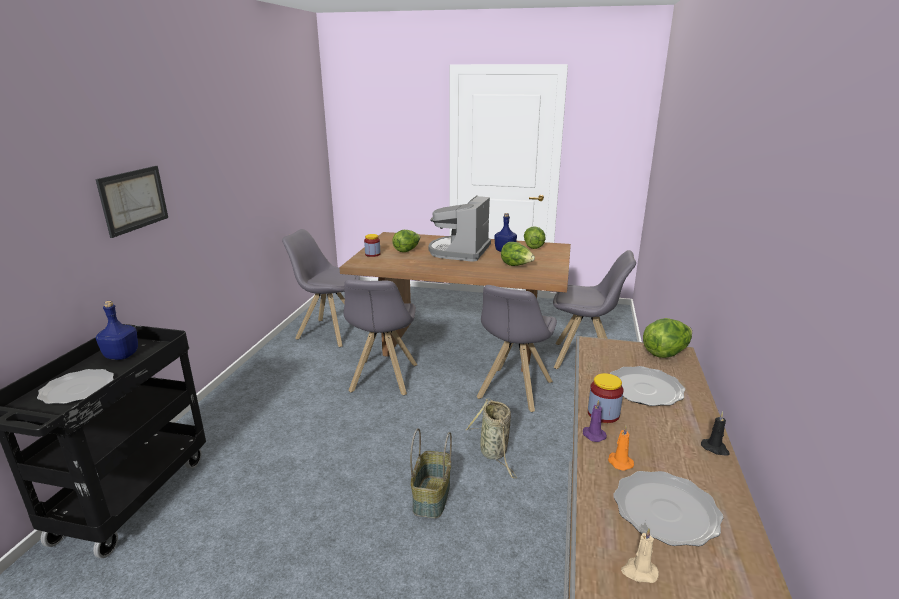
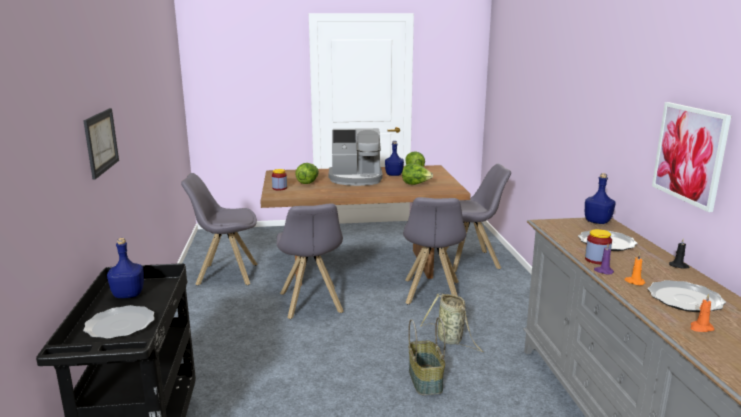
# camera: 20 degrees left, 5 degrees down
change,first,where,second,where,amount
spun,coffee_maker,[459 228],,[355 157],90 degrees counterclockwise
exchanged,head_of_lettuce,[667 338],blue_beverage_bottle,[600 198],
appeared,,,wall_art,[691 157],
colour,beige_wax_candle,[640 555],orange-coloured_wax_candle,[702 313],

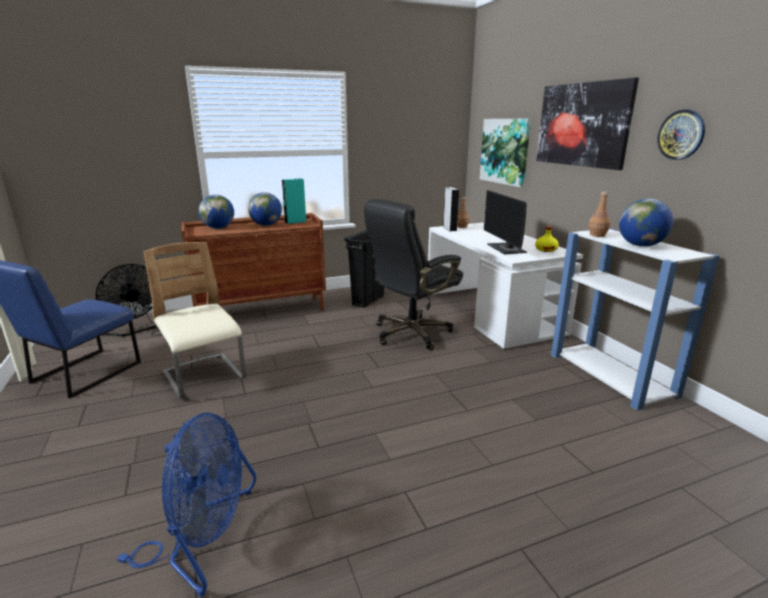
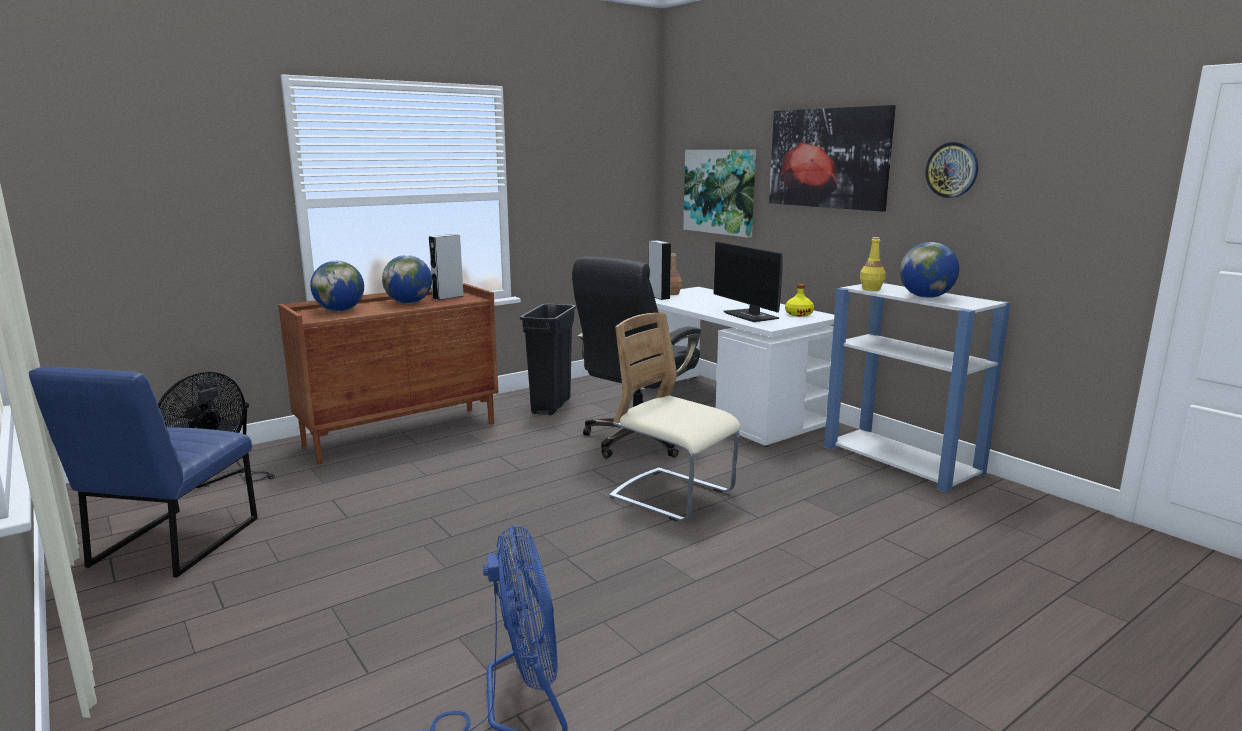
# camera: 15 degrees left, 5 degrees down
change,first,where,second,where,amount
colour,turquoise-coloured_audio_speaker,[294 201],gray_audio_speaker,[446 267],
relocated,beige_chair,[194 320],,[675 417],
colour,brown-coloured_beverage_bottle,[599 214],yellowish_beverage_bottle,[873 264],

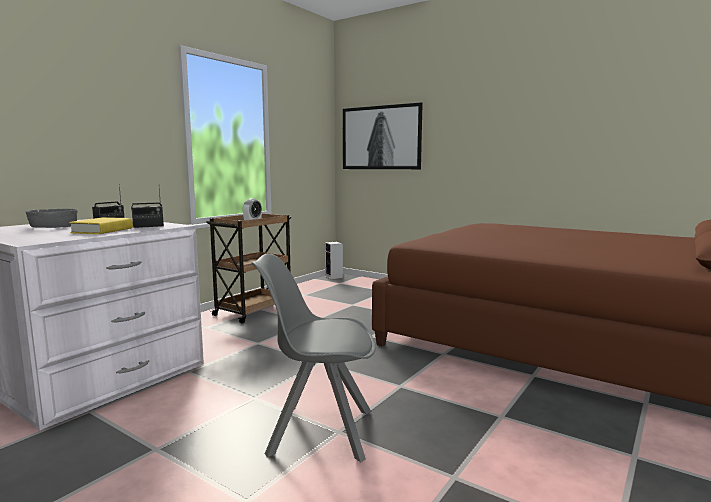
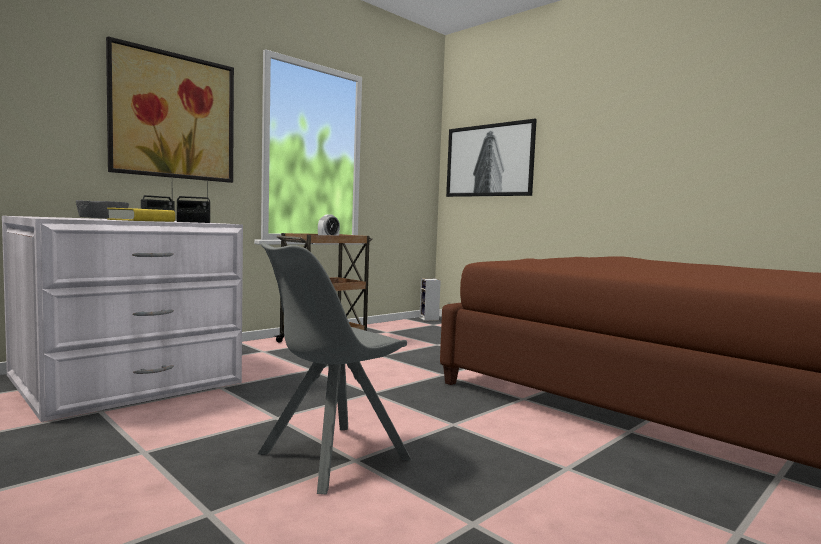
# camera: 10 degrees right, 5 degrees down
change,first,where,second,where,amount
appeared,,,wall_art,[170 109],
spun,gray_chair,[313 357],,[334 368],60 degrees counterclockwise

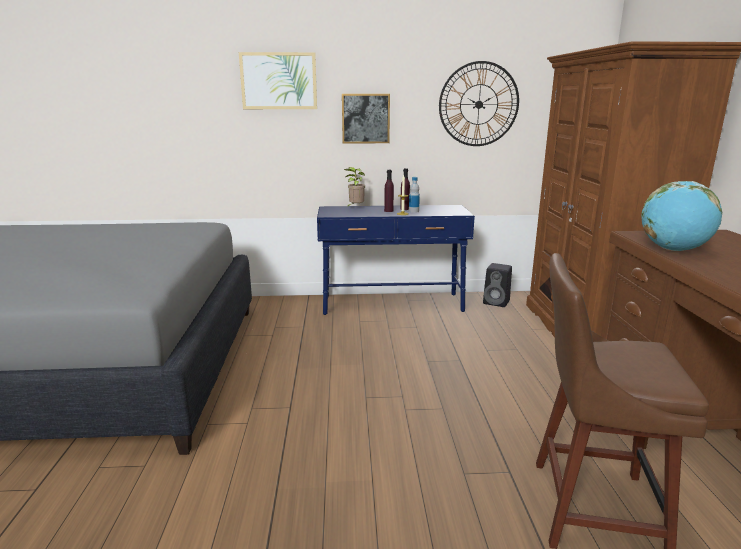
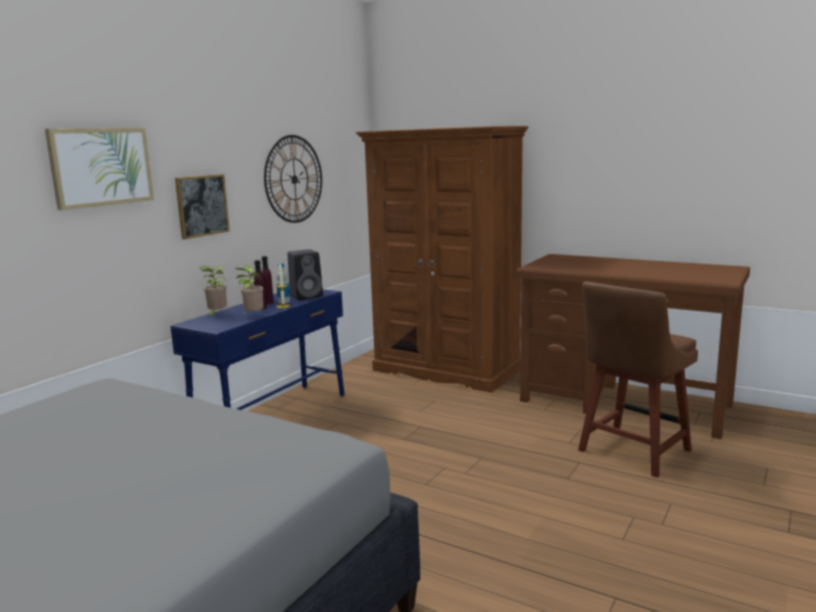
# camera: 55 degrees left, 5 degrees down
change,first,where,second,where,amount
appeared,,,plant_in_a_pot,[249 290],
relocated,blackish_audio_speaker,[497 285],,[305 274],
missing,world_globe,[681 216],,,

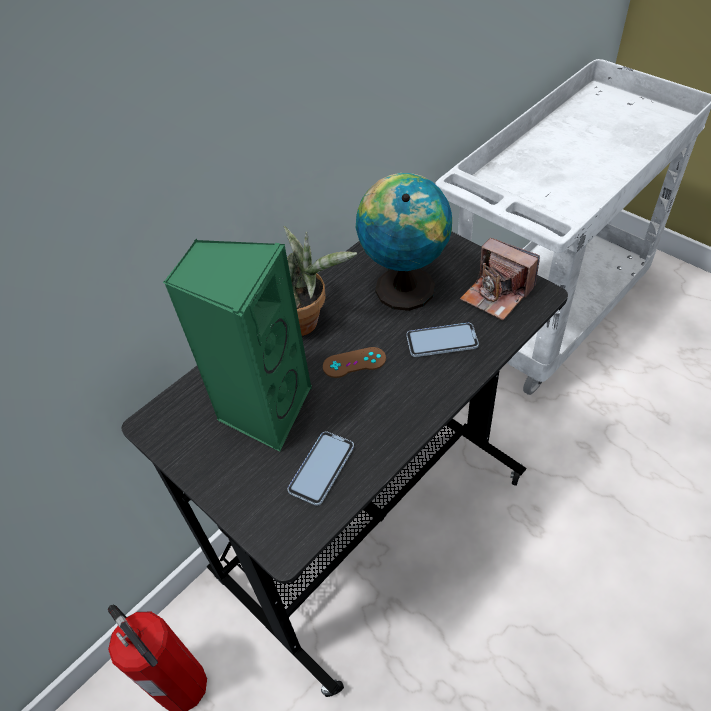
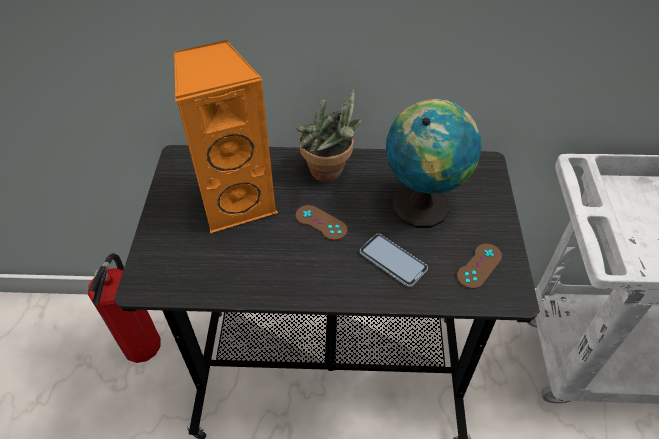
# camera: 45 degrees right, 0 degrees up
change,first,where,second,where,amount
colour,green_audio_speaker,[237 345],orange-coloured_audio_speaker,[226 136],
exchanged,photo_camera,[500 279],brown-coloured_game_controller,[479 266],
missing,handset,[321 469],,,

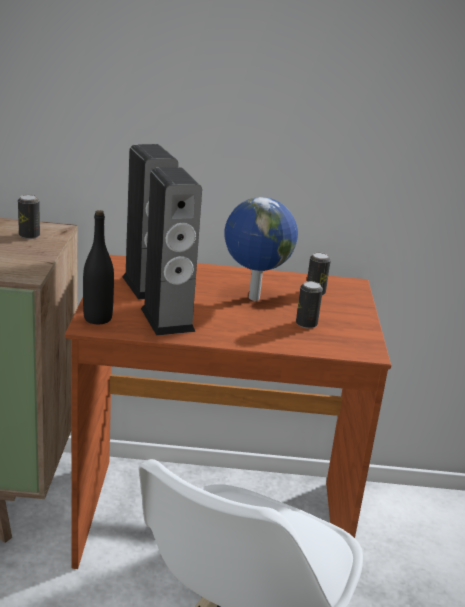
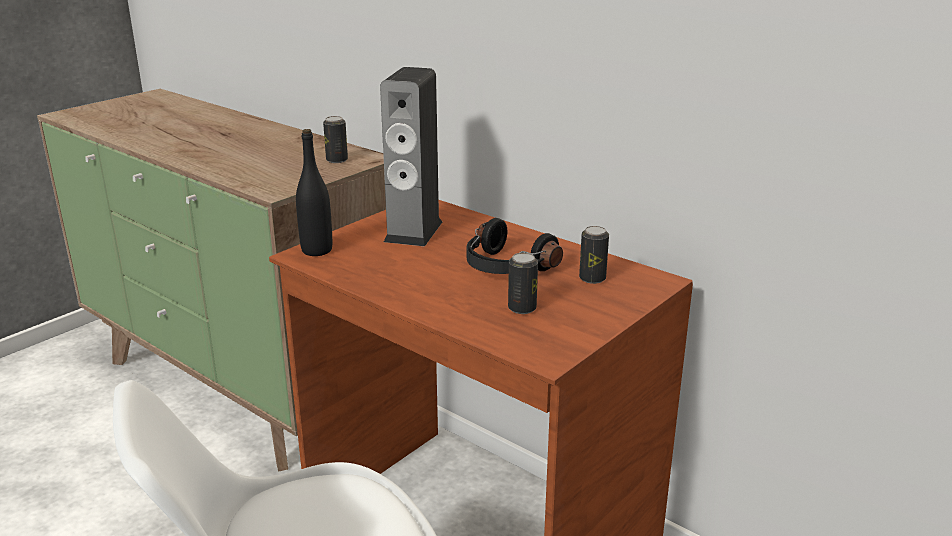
# camera: 40 degrees right, 0 degrees up
change,first,where,second,where,amount
exchanged,world_globe,[261 249],blackish_headphones,[515 246],
missing,audio_speaker,[171 251],,,

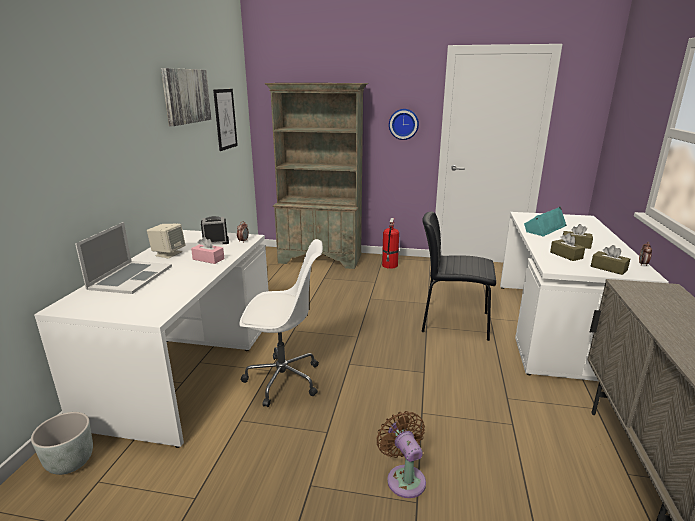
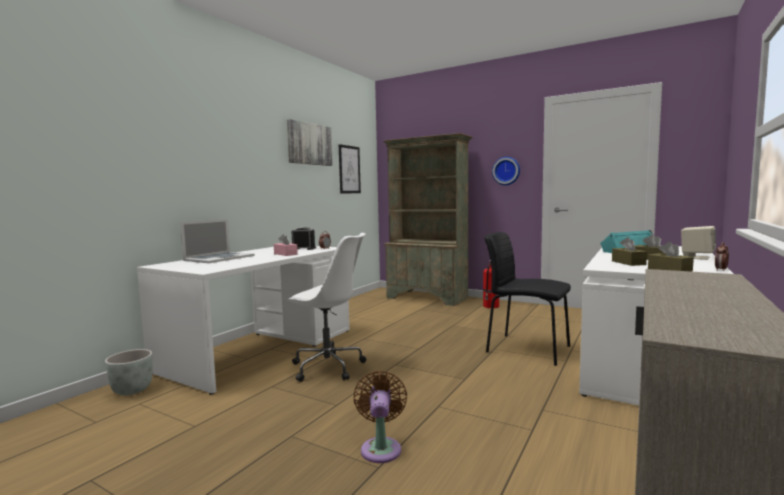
# camera: 20 degrees right, 15 degrees down
change,first,where,second,where,amount
relocated,beige_audio_speaker,[166 241],,[698 243],

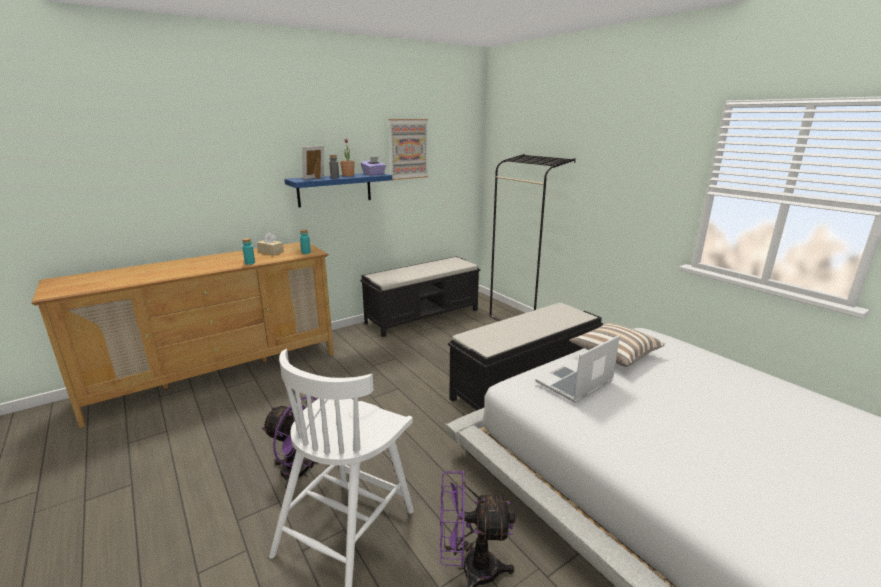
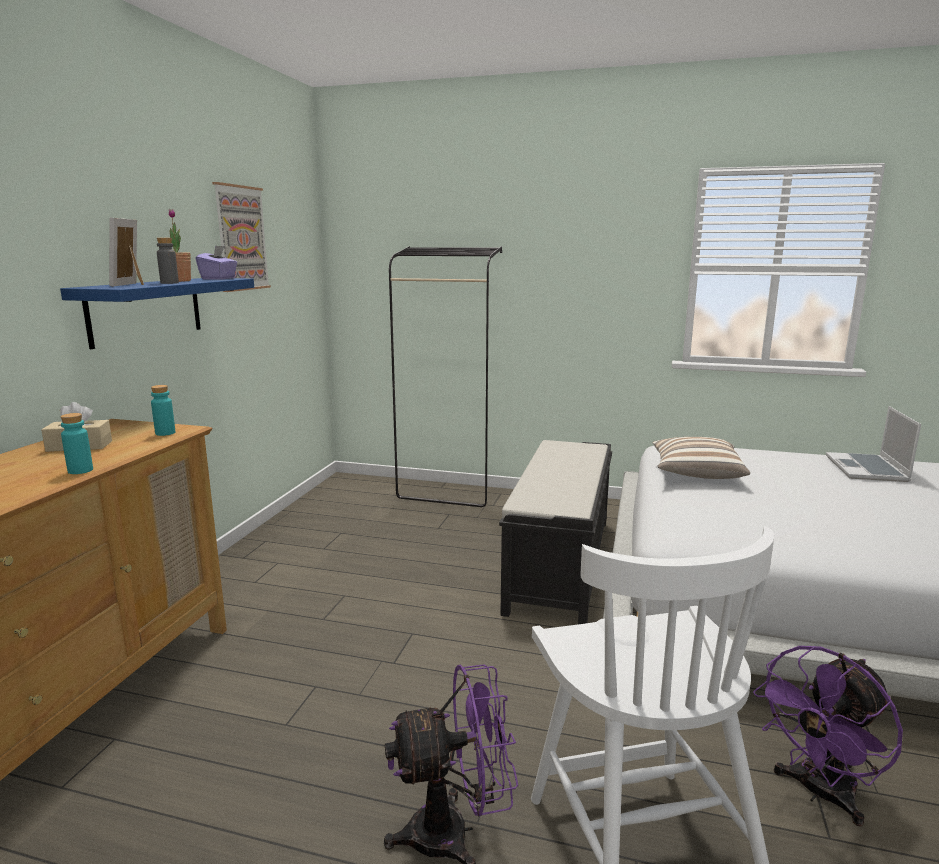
# camera: 40 degrees left, 5 degrees down
change,first,where,second,where,amount
relocated,laptop,[577 369],,[873 444],
missing,blackish_long_seat,[420 296],,,

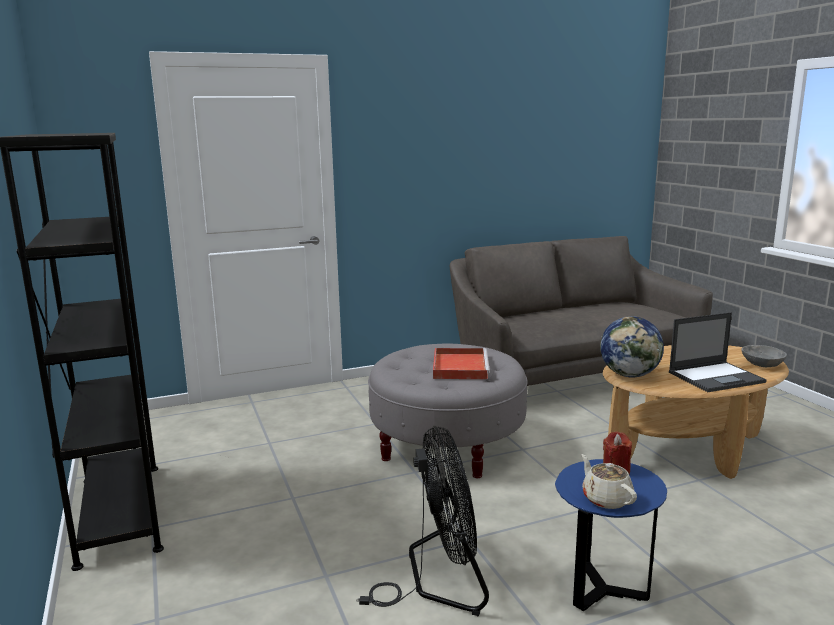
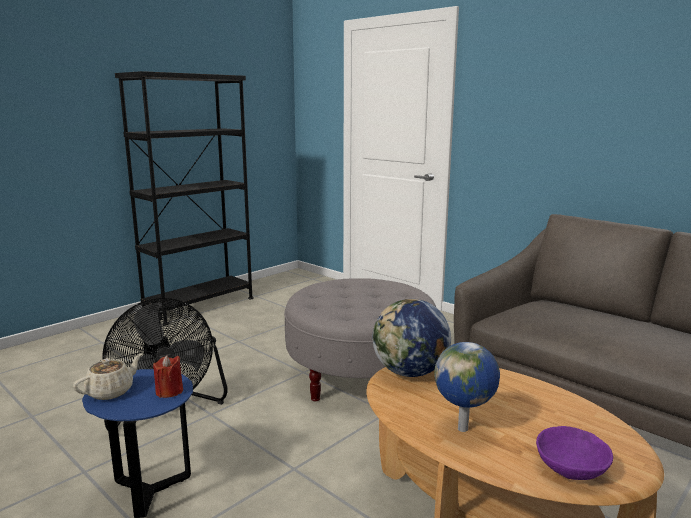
# camera: 65 degrees right, 0 degrees up
change,first,where,second,where,amount
exchanged,laptop,[718 352],world_globe,[467 387],
colour,gray_serving_bowl,[764 356],purplish_serving_bowl,[574 453],
missing,red-coloured_tray,[461 363],,,

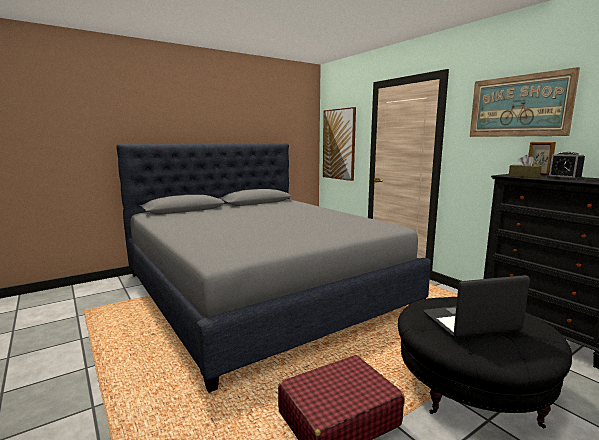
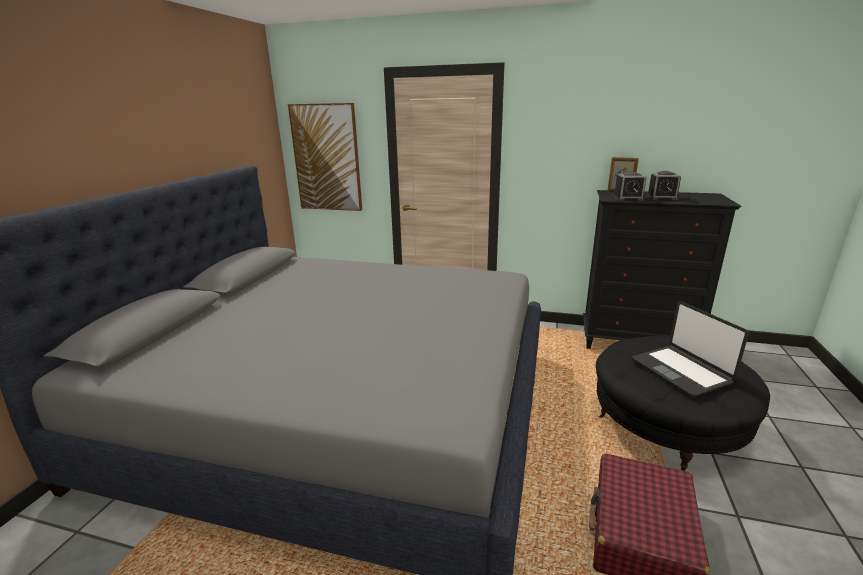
# camera: 40 degrees left, 10 degrees up
change,first,where,second,where,amount
exchanged,brown-coloured_box_of_tissues,[525 166],bedside_clock,[630 186],
spun,laptop,[476 306],,[690 349],60 degrees counterclockwise
missing,wall_art,[525 102],,,

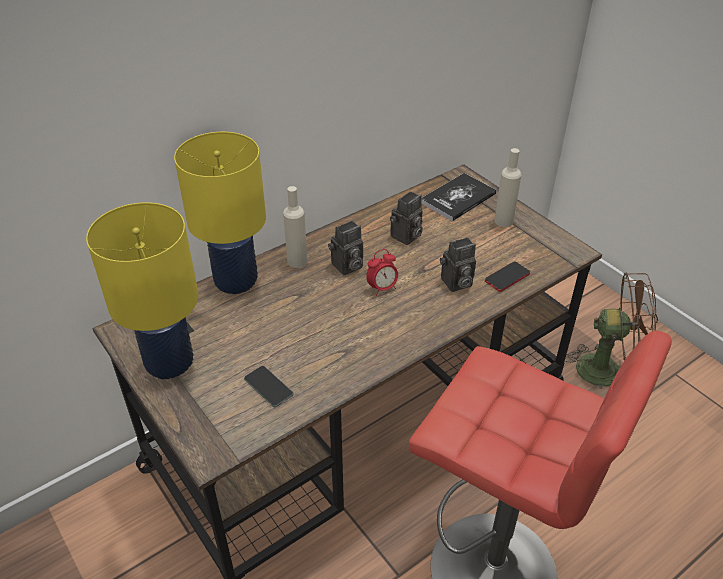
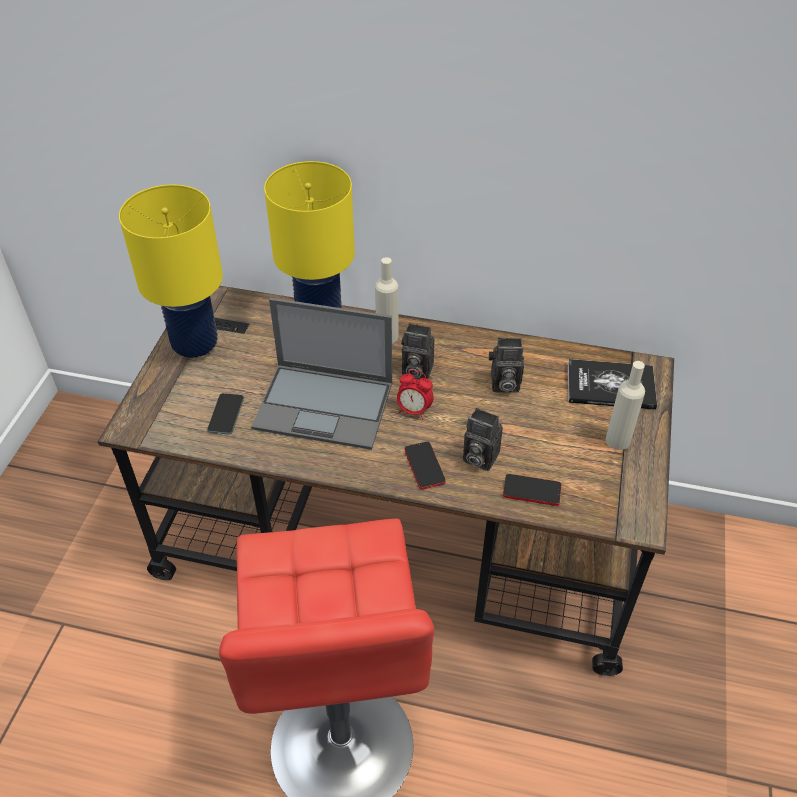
# camera: 50 degrees right, 5 degrees up
change,first,where,second,where,amount
appeared,,,laptop,[321 374],
appeared,,,handset,[425 465],
missing,brown-coloured_electric_fan,[611 331],,,

